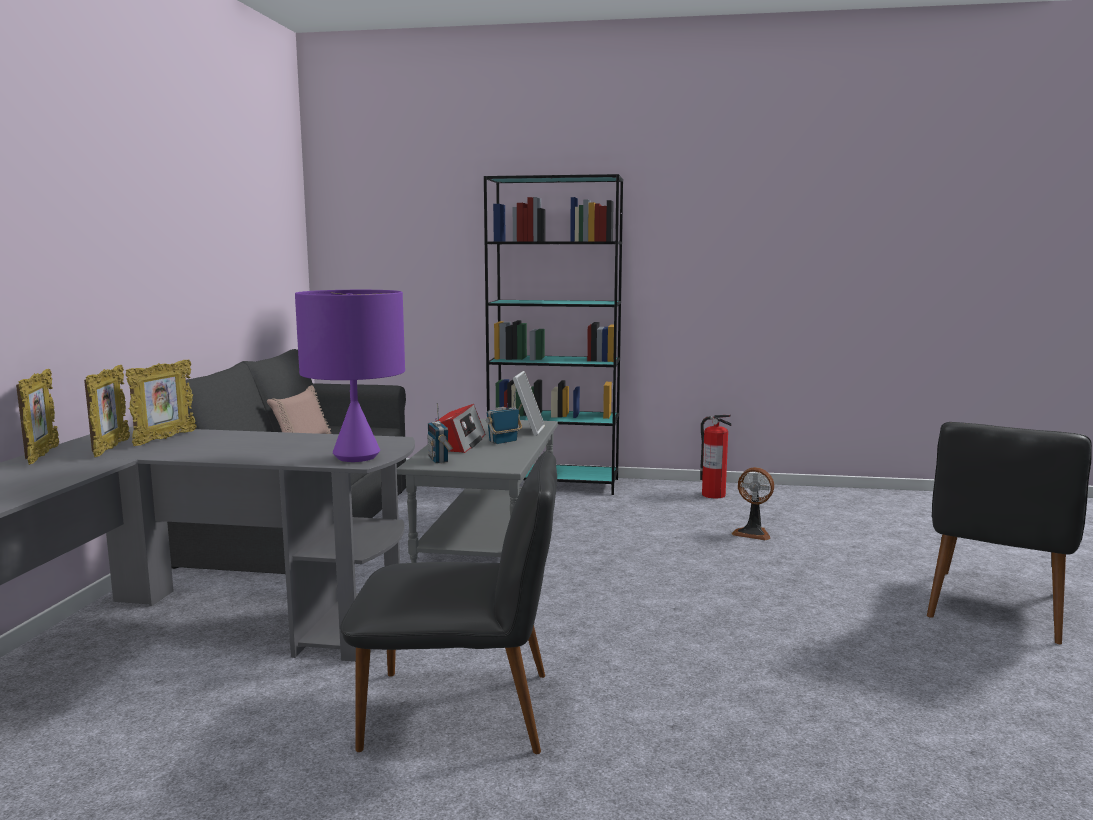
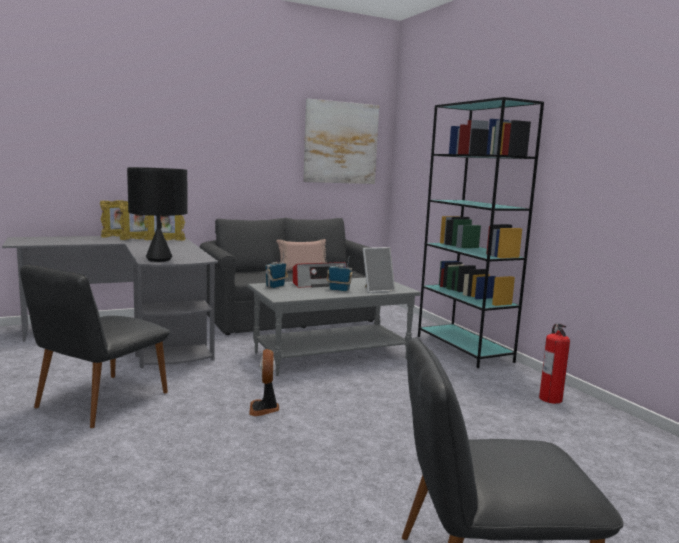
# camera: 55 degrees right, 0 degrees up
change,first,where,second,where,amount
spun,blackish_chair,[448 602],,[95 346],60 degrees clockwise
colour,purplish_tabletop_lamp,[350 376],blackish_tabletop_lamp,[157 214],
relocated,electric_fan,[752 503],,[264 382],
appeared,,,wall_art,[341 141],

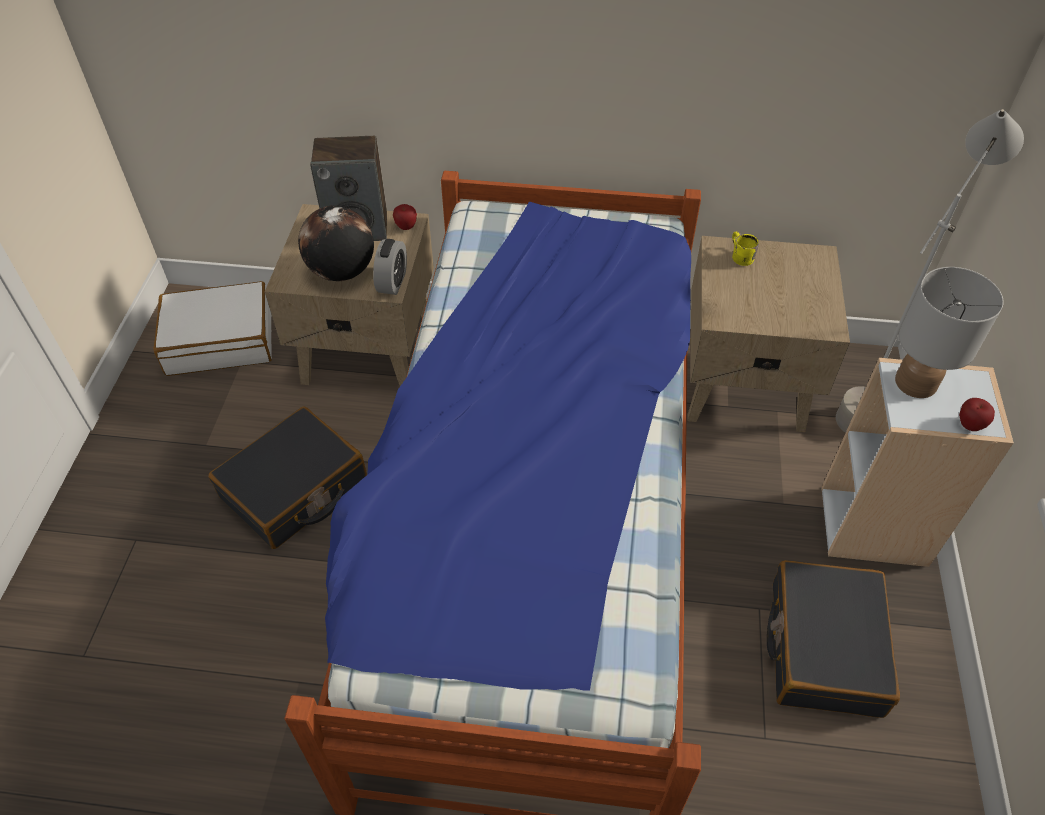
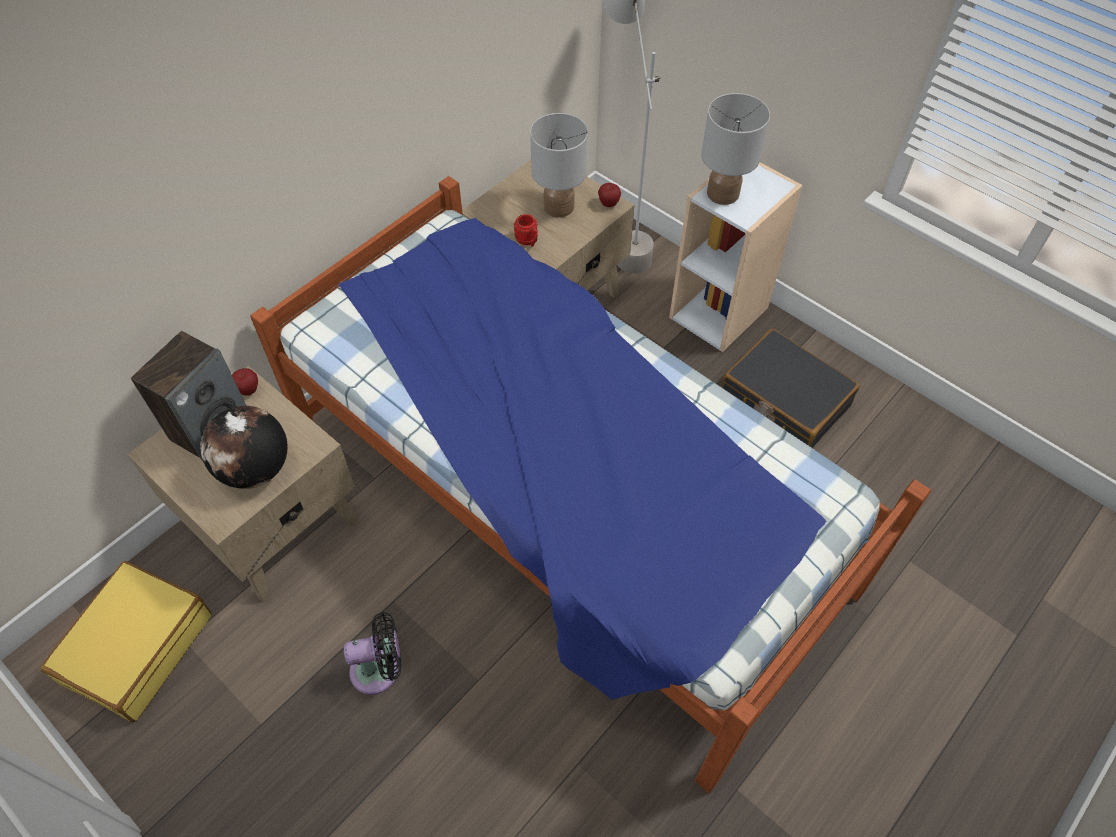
# camera: 55 degrees left, 5 degrees up
change,first,where,second,where,amount
colour,white-coloured_travel_case,[212 328],yellowish_travel_case,[126 641],
exchanged,blackish_travel_case,[287 477],blackish_electric_fan,[372 653],
appeared,,,red-coloured_coffee_mug,[526 230],
appeared,,,gray_tabletop_lamp,[559 165],
relocated,apple_fruit,[977 414],,[609 195],
missing,bedside_clock,[390 267],,,
missing,yellowish_coffee_mug,[745 248],,,

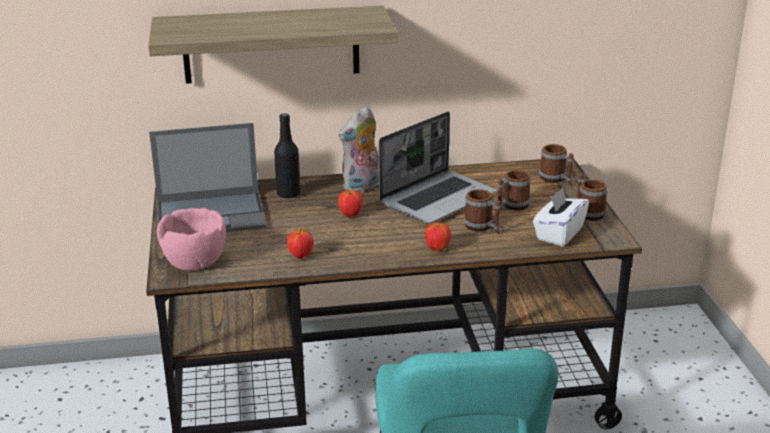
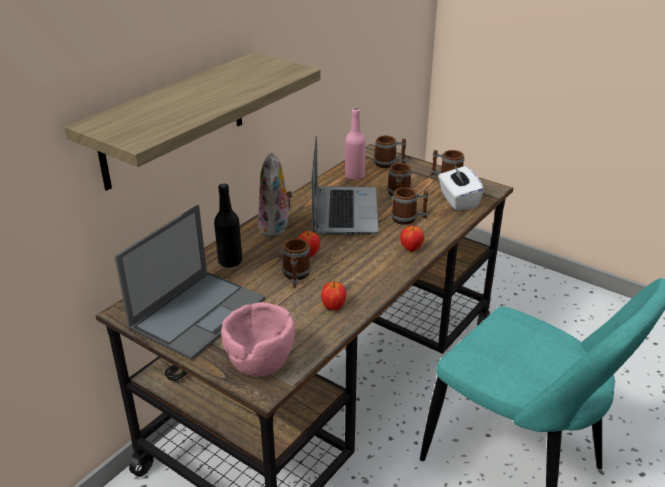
# camera: 45 degrees left, 5 degrees up
change,first,where,second,where,amount
appeared,,,coffee_mug,[296 263],
appeared,,,pinkish_beverage_bottle,[355 144],

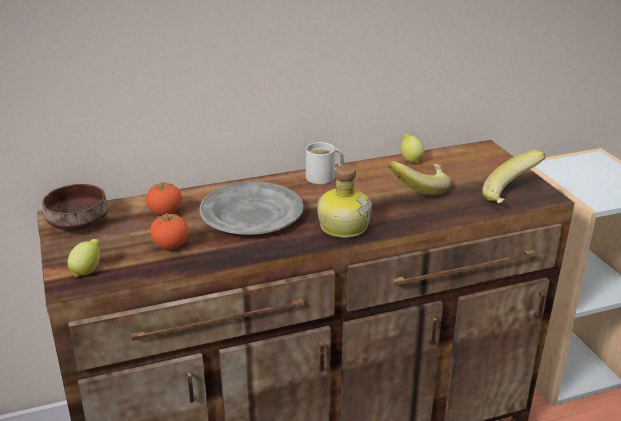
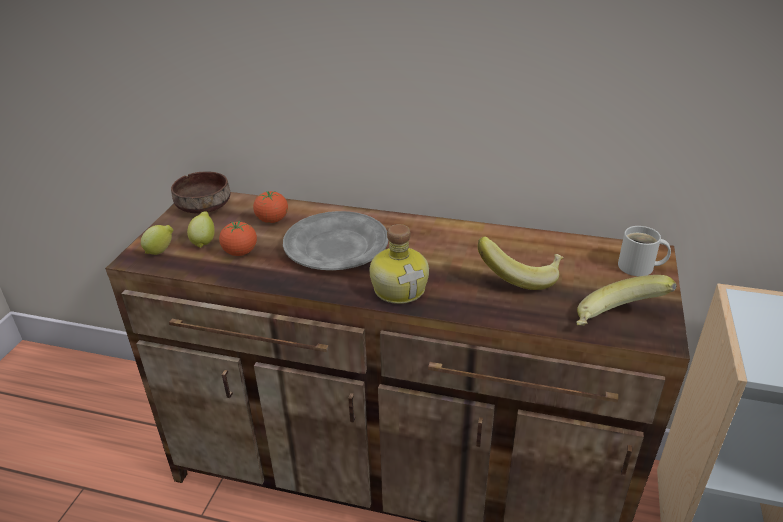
# camera: 35 degrees right, 5 degrees up
change,first,where,second,where,amount
relocated,lemon,[412 148],,[201 229],
relocated,white-coloured_coffee_mug,[325 163],,[644 251],

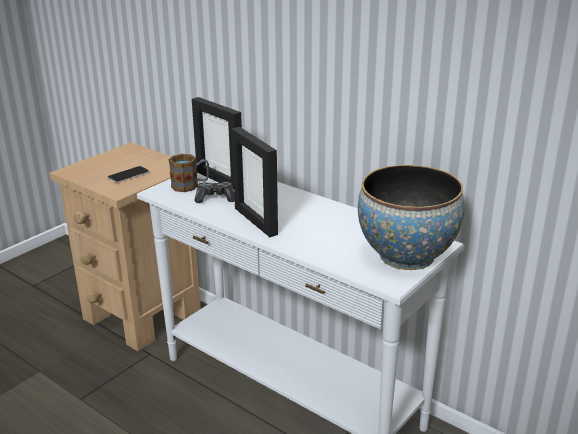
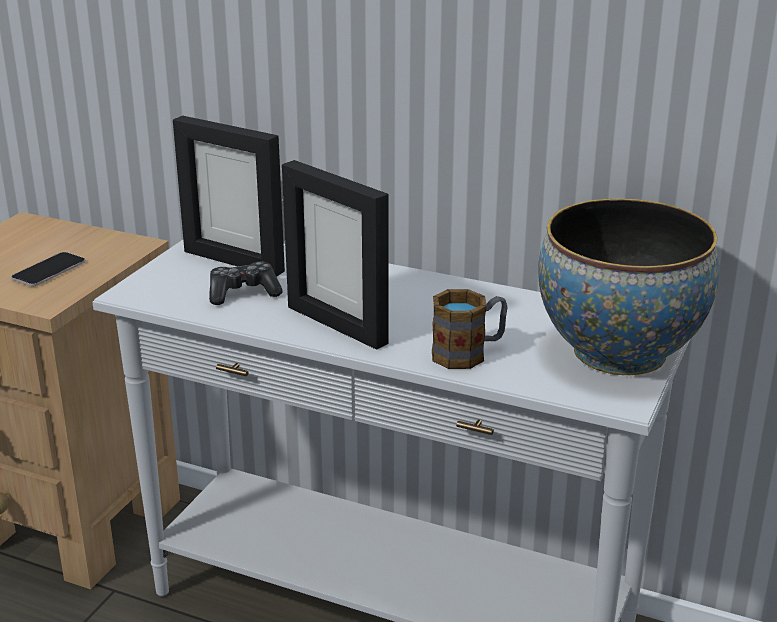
# camera: 15 degrees left, 0 degrees up
change,first,where,second,where,amount
relocated,coffee_mug,[189 173],,[470 329],

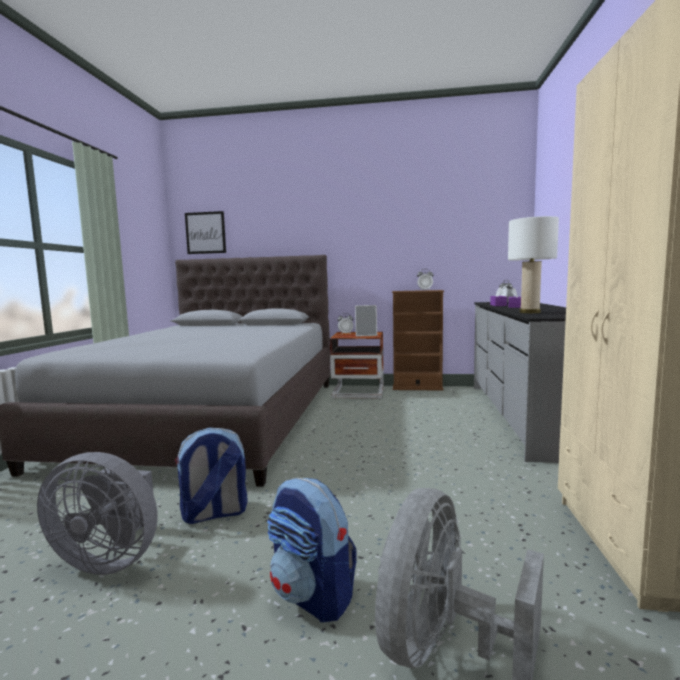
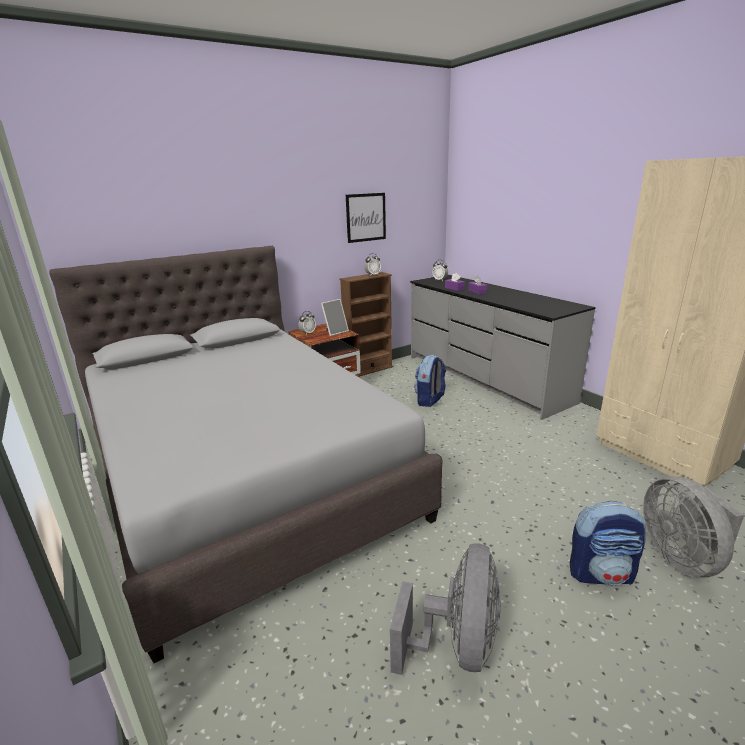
# camera: 40 degrees left, 15 degrees up
change,first,where,second,where,amount
relocated,wall_art,[205 232],,[366 218],
spun,gray_electric_fan,[97 513],,[445 609],45 degrees counterclockwise
relocated,rucksack,[211 475],,[430 381],
missing,white-coloured_tabletop_lamp,[533 264],,,

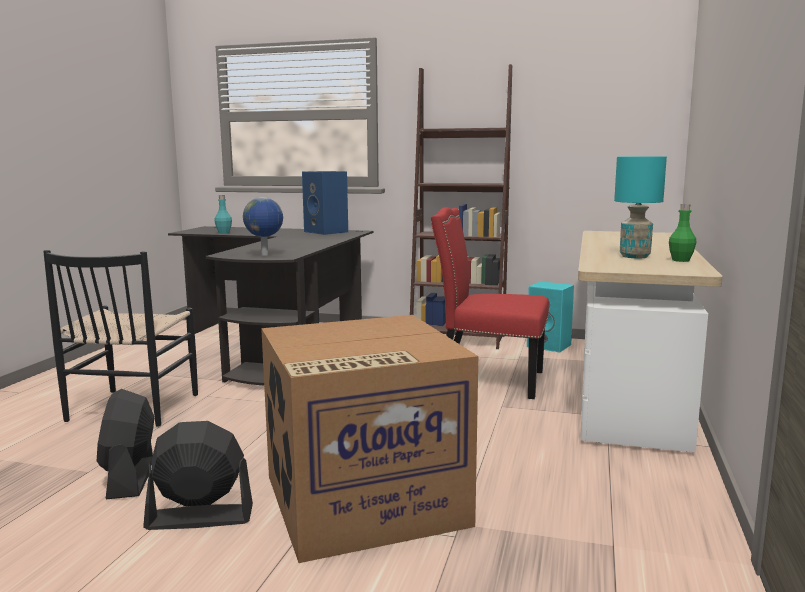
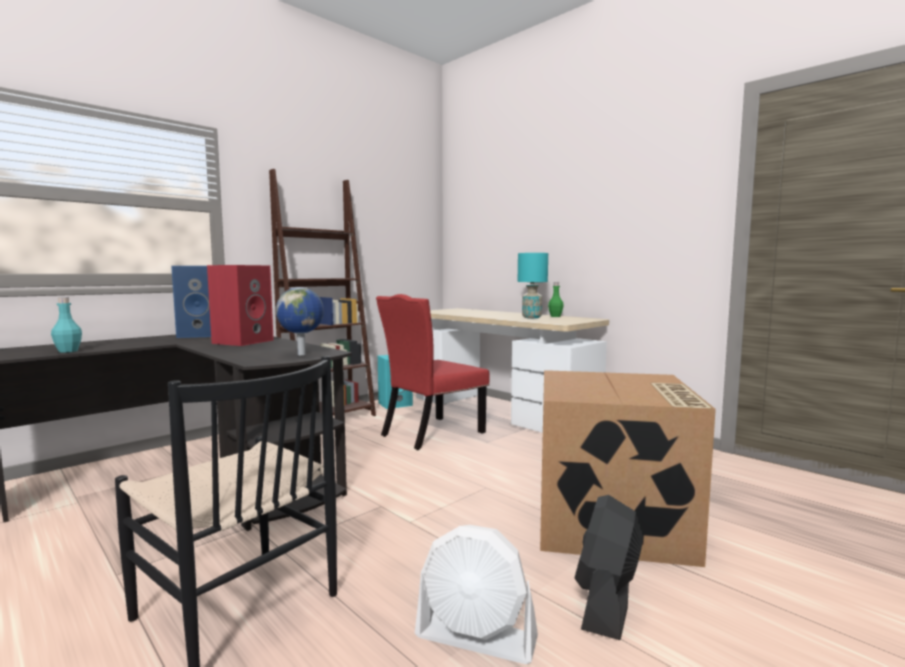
# camera: 60 degrees left, 5 degrees down
change,first,where,second,where,amount
appeared,,,red-coloured_audio_speaker,[240 305],
colour,blackish_electric_fan,[125 444],white-coloured_electric_fan,[476 594],

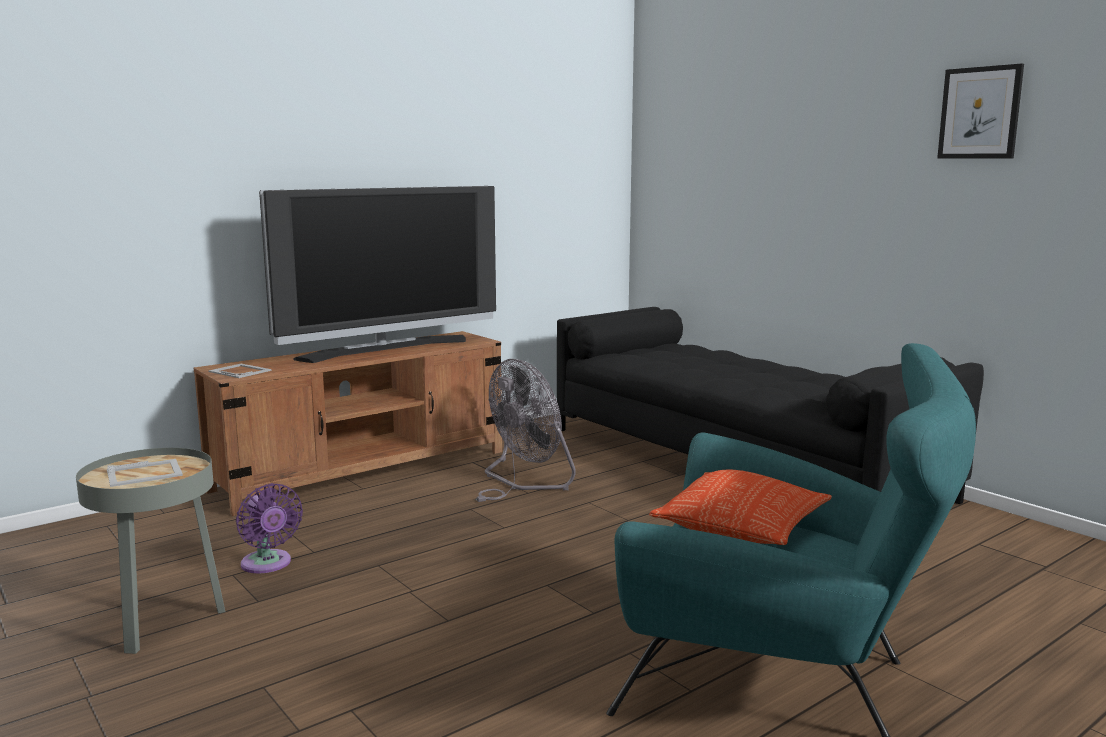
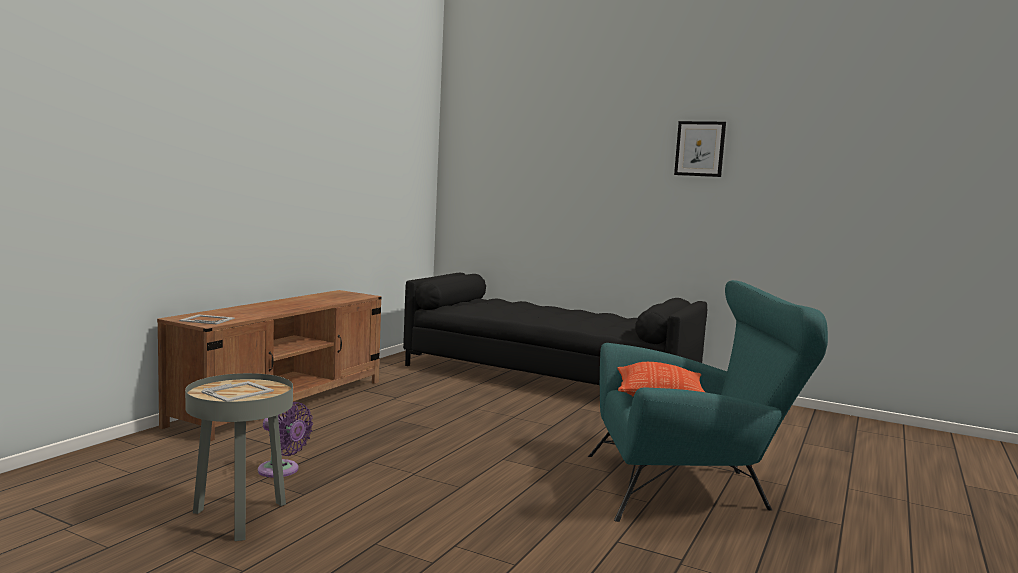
# camera: 25 degrees left, 5 degrees down
change,first,where,second,where,amount
missing,TV_set,[377 274],,,
missing,gray_electric_fan,[526 430],,,

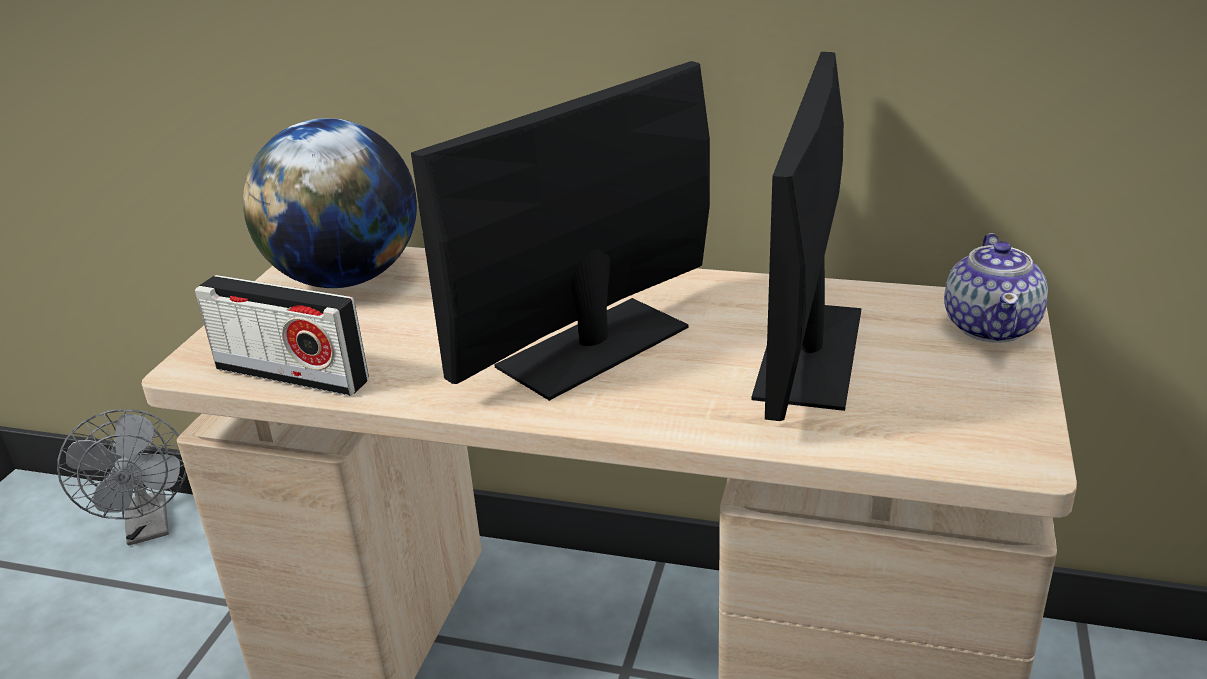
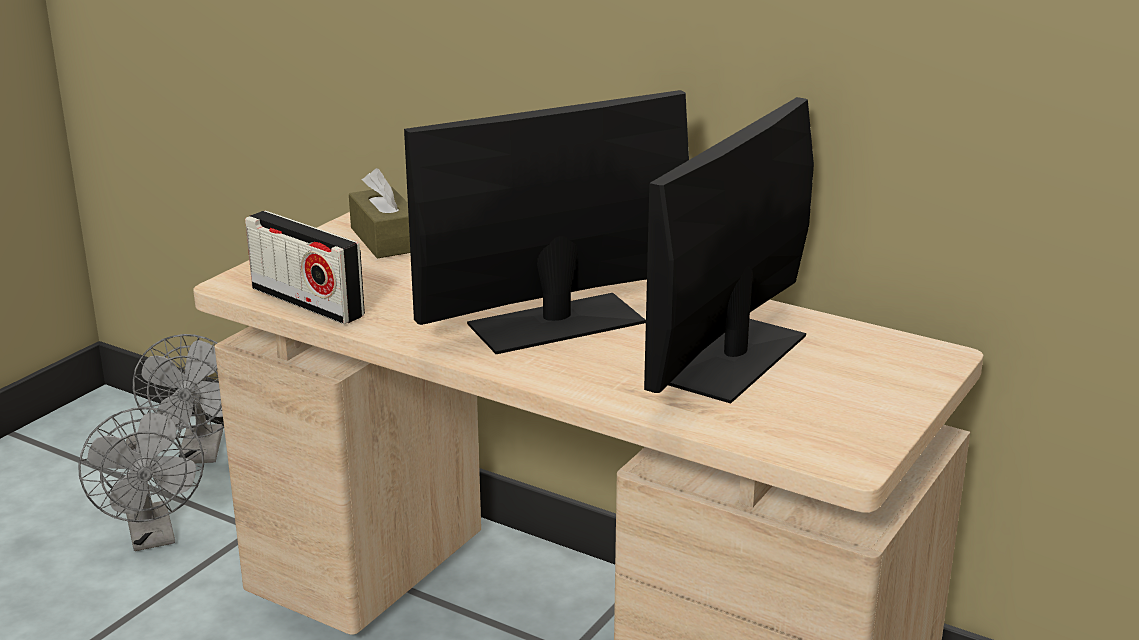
# camera: 15 degrees right, 5 degrees down
change,first,where,second,where,amount
appeared,,,gray_electric_fan,[141 479],
exchanged,world_globe,[330 203],brown-coloured_box_of_tissues,[379 213],
missing,tea_pot,[996 288],,,

